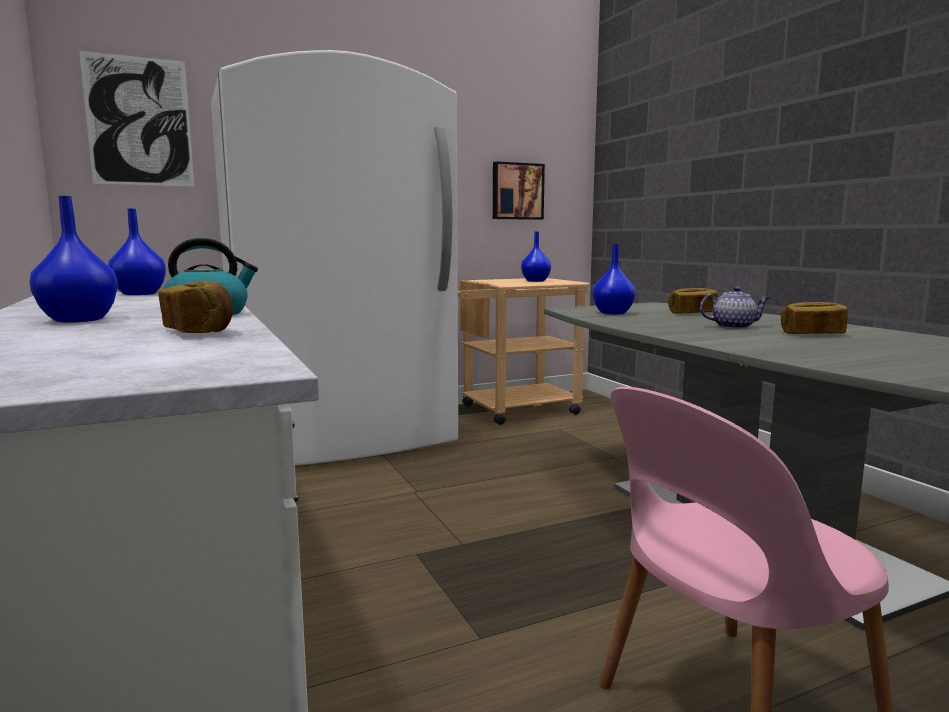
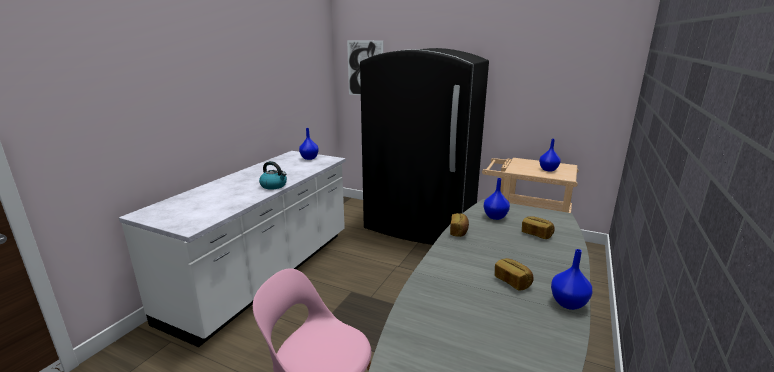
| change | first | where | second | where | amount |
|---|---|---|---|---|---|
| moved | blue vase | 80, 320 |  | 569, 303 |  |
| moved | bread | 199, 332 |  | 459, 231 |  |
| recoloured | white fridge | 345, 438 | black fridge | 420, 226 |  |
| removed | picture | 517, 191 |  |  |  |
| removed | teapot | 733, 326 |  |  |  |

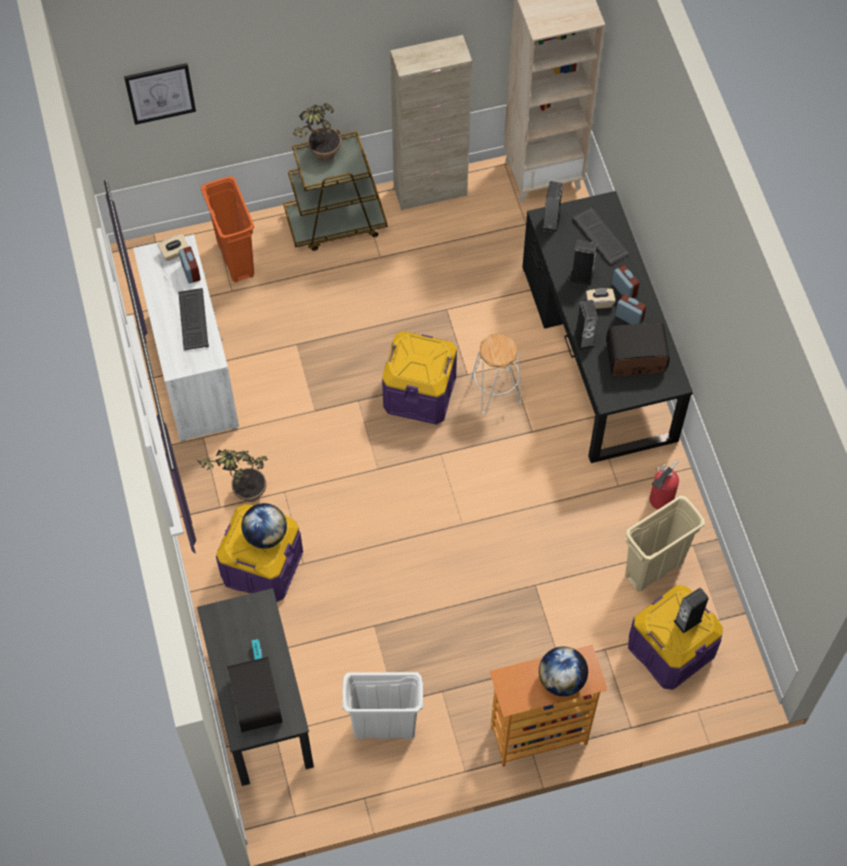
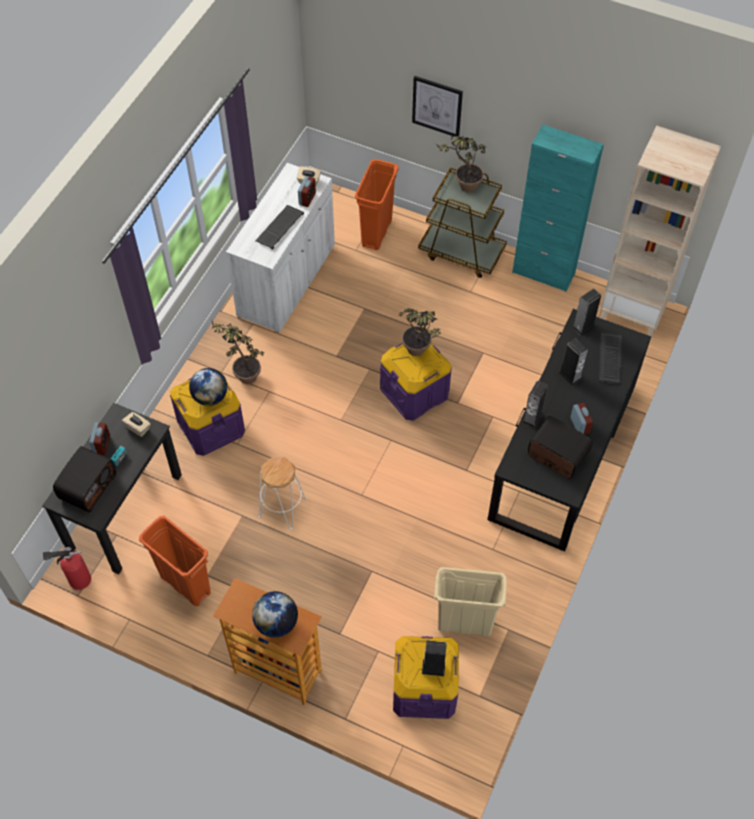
| change | first | where | second | where | amount |
|---|---|---|---|---|---|
| moved | picture | 160, 93 |  | 437, 106 |  |
| recoloured | white trash can | 384, 727 | orange trash can | 185, 584 |  |
| recoloured | beige cabinet | 430, 191 | turquoise cabinet | 543, 273 |  |
| moved | white stool | 495, 391 |  | 283, 508 |  |
| moved | beige tissue box | 599, 302 |  | 138, 428 |  |
| moved | alarm clock | 624, 290 |  | 102, 445 |  |
| moved | fire extinguisher | 659, 501 |  | 77, 580 |  |
| added |  |  | potted plant | 419, 354 |  |

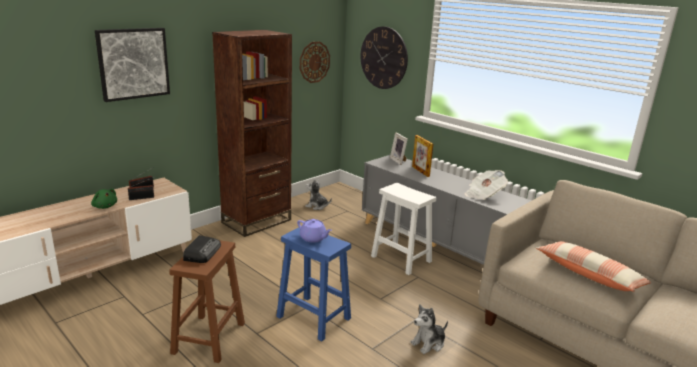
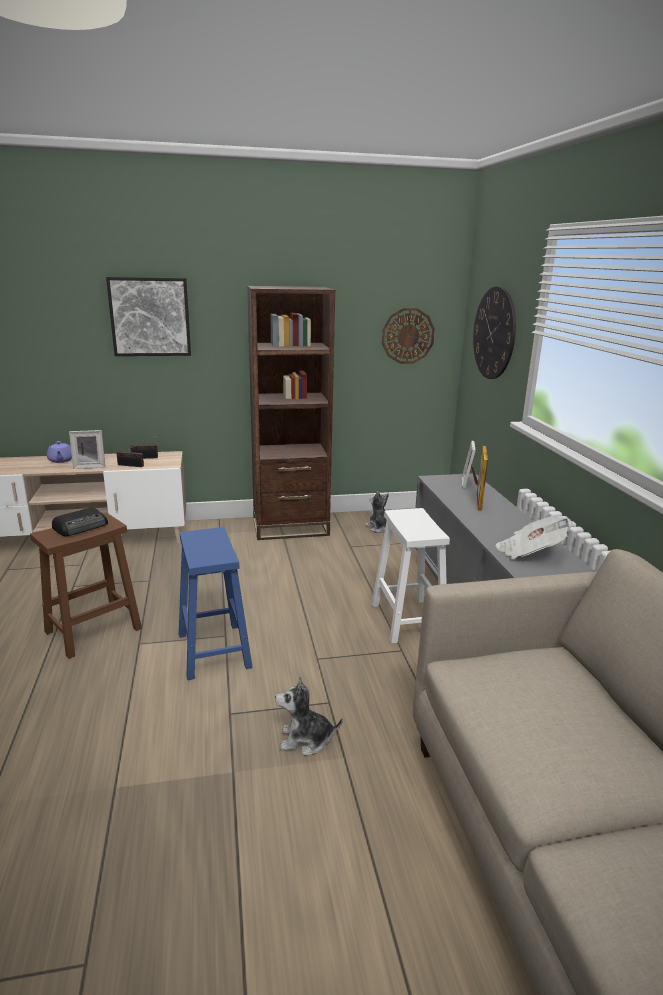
| change | first | where | second | where | amount |
|---|---|---|---|---|---|
| replaced | green plush toy | 105, 206 | picture frame | 90, 466 |  |
| moved | purple teapot | 313, 238 |  | 61, 460 |  |
| removed | pillow | 589, 275 |  |  |  |

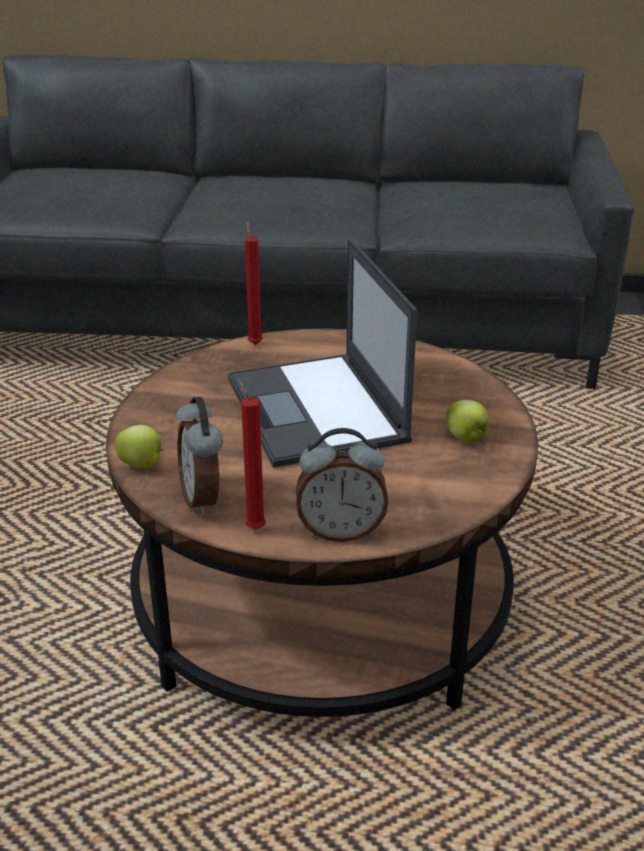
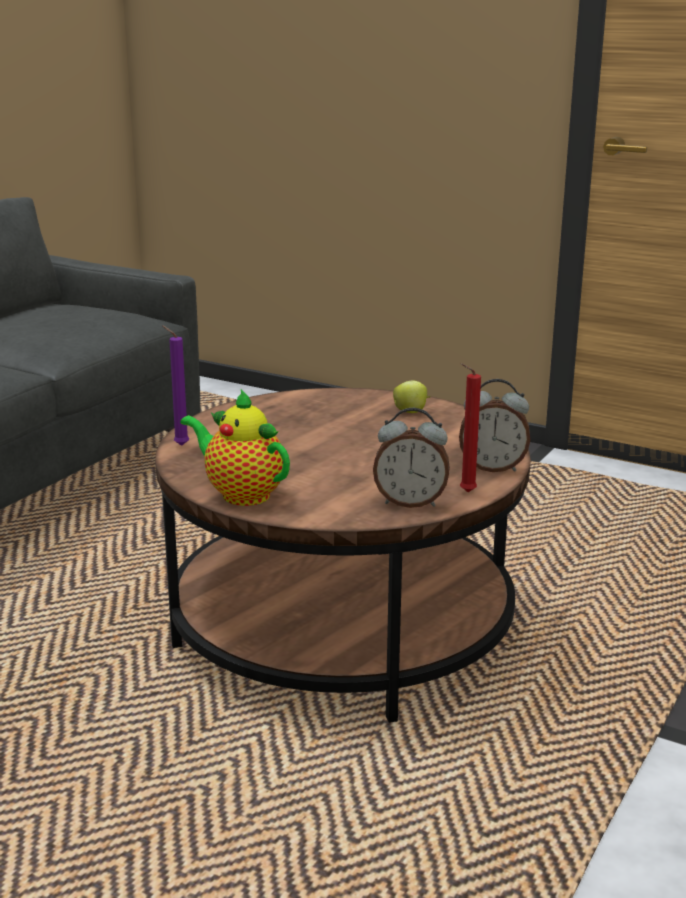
| change | first | where | second | where | amount |
|---|---|---|---|---|---|
| removed | apple | 142, 464 |  |  |  |
| removed | laptop | 317, 411 |  |  |  |
| recoloured | red candle | 255, 343 | purple candle | 179, 445 |  |
| turned | alarm clock | 341, 531 |  | 492, 468 | 75 degrees clockwise |
| added |  |  | teapot | 241, 494 |  |

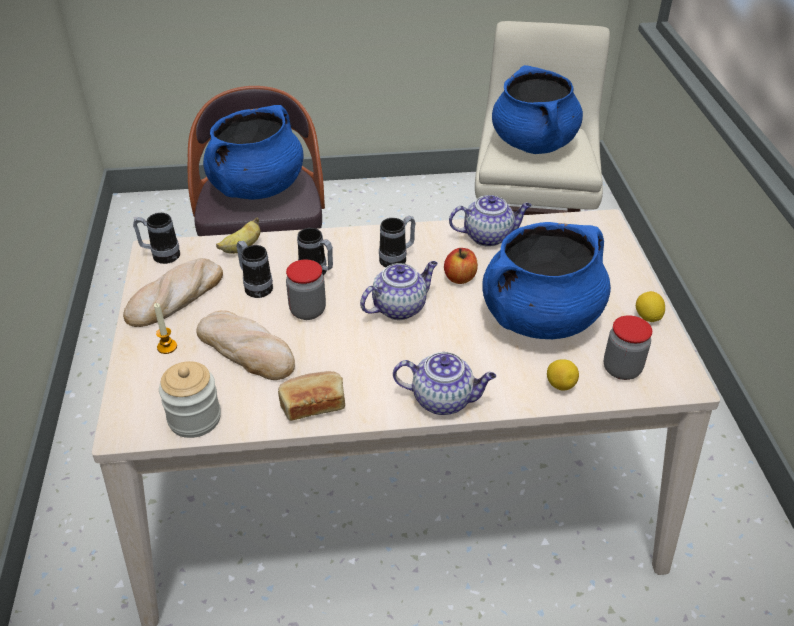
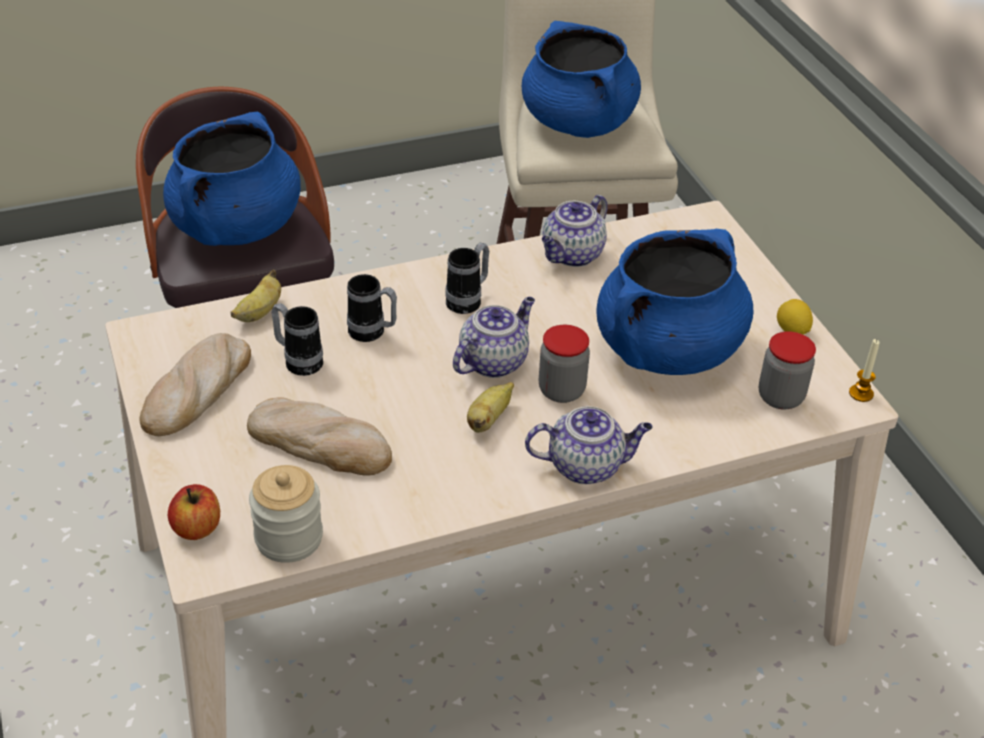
| change | first | where | second | where | amount |
|---|---|---|---|---|---|
| removed | mug | 161, 256 |  |  |  |
| moved | candle | 167, 347 |  | 861, 393 |  |
| removed | bread | 313, 404 |  |  |  |
| moved | jar | 307, 311 |  | 561, 390 |  |
| moved | apple | 460, 278 |  | 197, 528 |  |
| turned | teapot | 488, 236 |  | 572, 255 | 150 degrees clockwise |
| removed | lemon | 560, 385 |  |  |  |
| added |  |  | banana | 489, 419 |  |

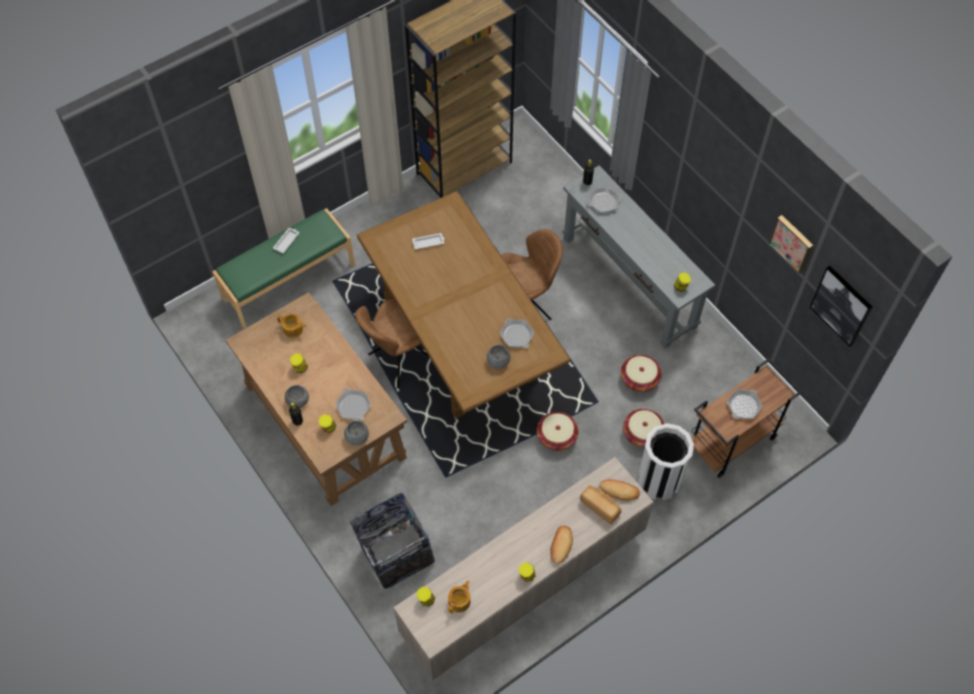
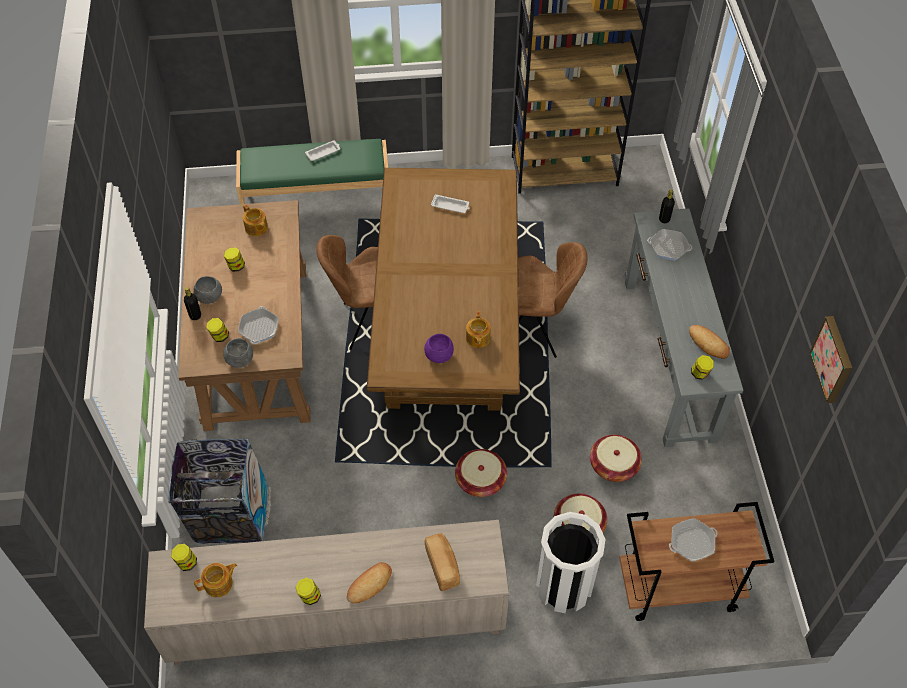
| change | first | where | second | where | amount |
|---|---|---|---|---|---|
| recoloured | grey bowl | 498, 361 | purple bowl | 439, 356 |  |
| replaced | frying pan | 516, 335 | teapot | 477, 338 |  |
| moved | bread | 619, 491 |  | 708, 343 |  |
| removed | picture | 841, 305 |  |  |  |

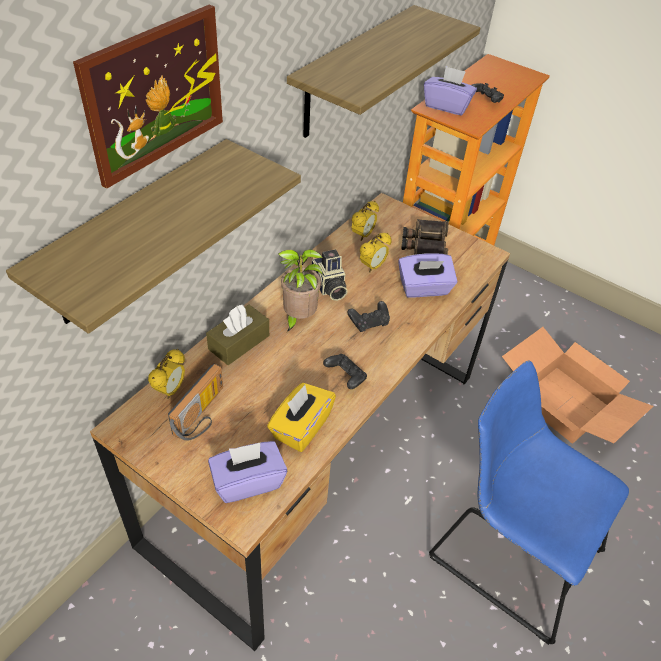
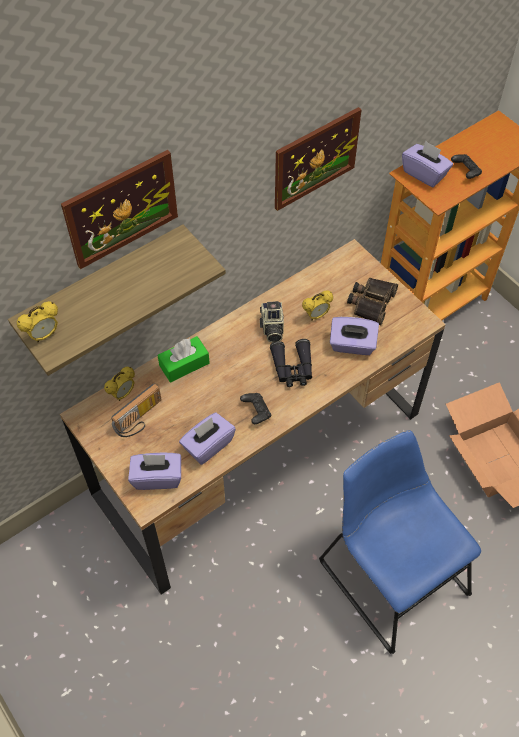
| change | first | where | second | where | amount |
|---|---|---|---|---|---|
| recoloured | brown tissue box | 239, 342 | green tissue box | 184, 364 |  |
| recoloured | yellow tissue box | 300, 427 | purple tissue box | 208, 445 |  |
| removed | potted plant | 298, 318 |  |  |  |
| replaced | shelf | 353, 72 | picture | 315, 158 |  |
| replaced | black game controller | 369, 323 | black binoculars | 292, 368 |  |
| moved | alarm clock | 363, 235 |  | 44, 335 |  |

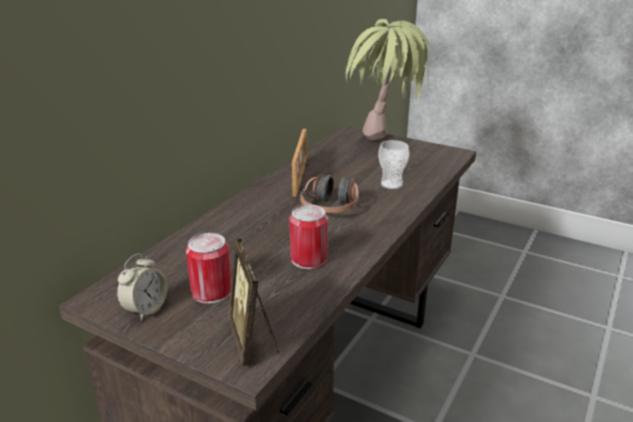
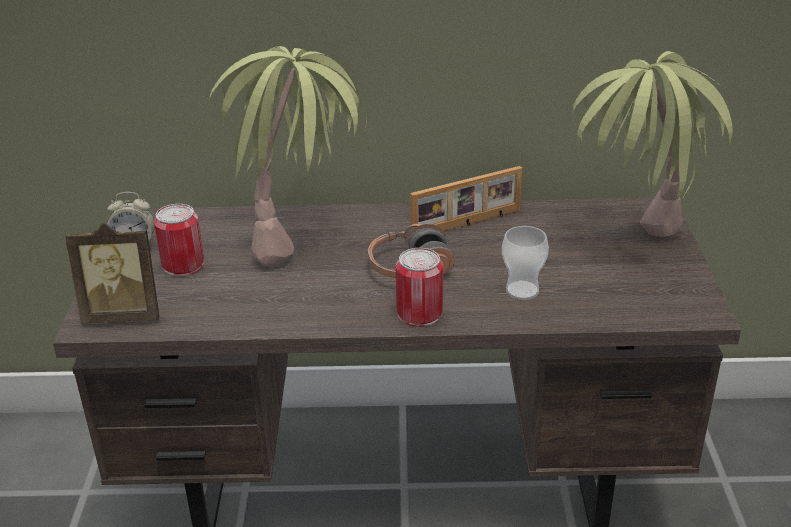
| change | first | where | second | where | amount |
|---|---|---|---|---|---|
| turned | picture frame | 254, 340 |  | 124, 314 | 135 degrees counterclockwise |
| moved | can | 309, 259 |  | 419, 313 |  |
| added |  |  | potted plant | 301, 239 |  |

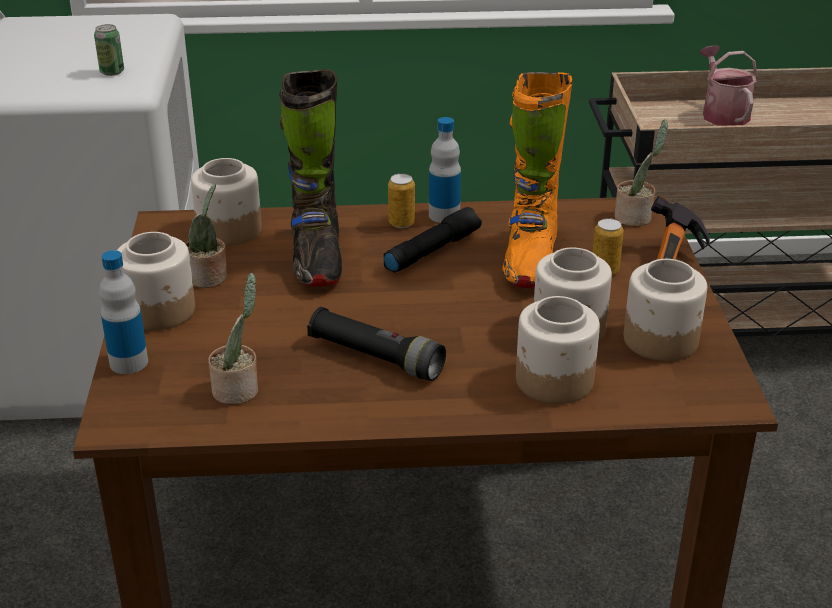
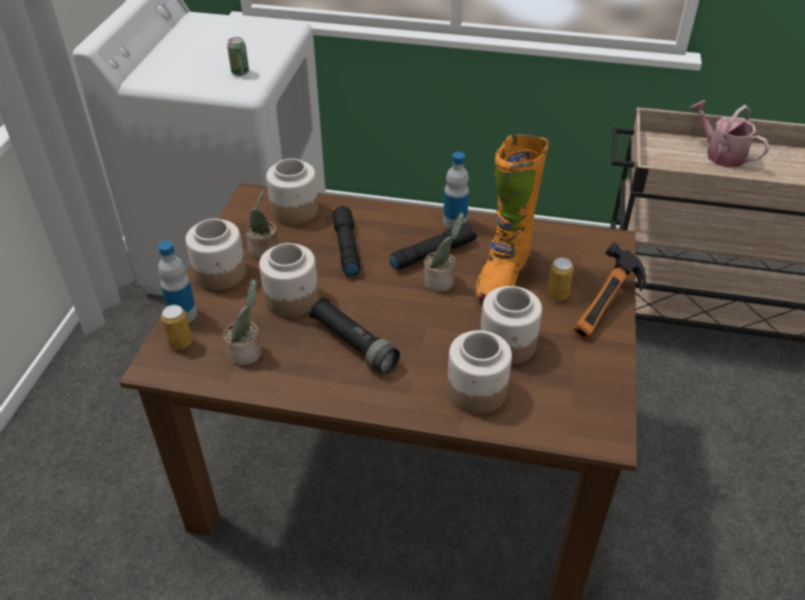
| change | first | where | second | where | amount |
|---|---|---|---|---|---|
| replaced | black boot | 316, 259 | black flashlight | 346, 247 |  |
| moved | can | 401, 223 |  | 180, 343 |  |
| moved | potted plant | 635, 217 |  | 441, 281 |  |
| moved | jar | 661, 340 |  | 292, 299 |  |
| turned | watering can | 722, 113 |  | 720, 154 | 45 degrees counterclockwise |

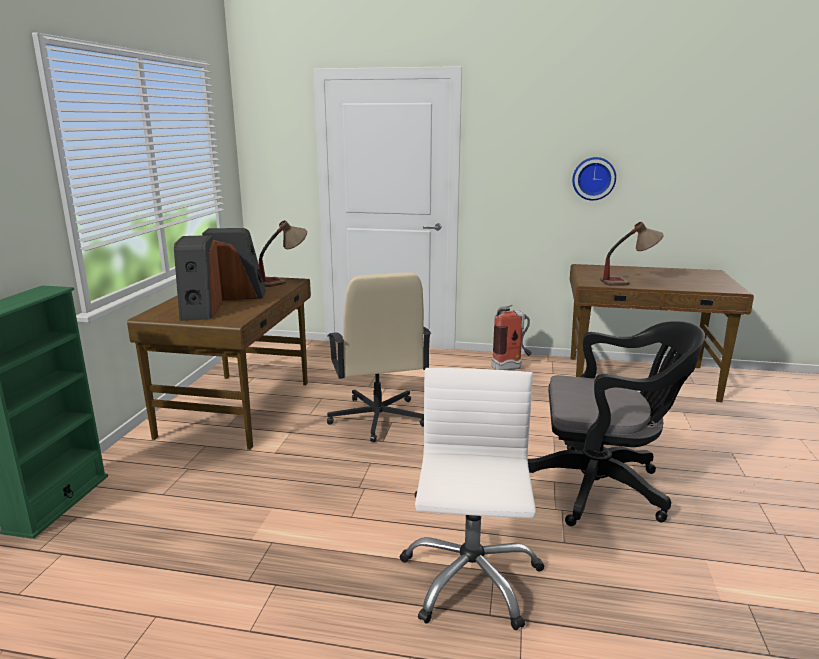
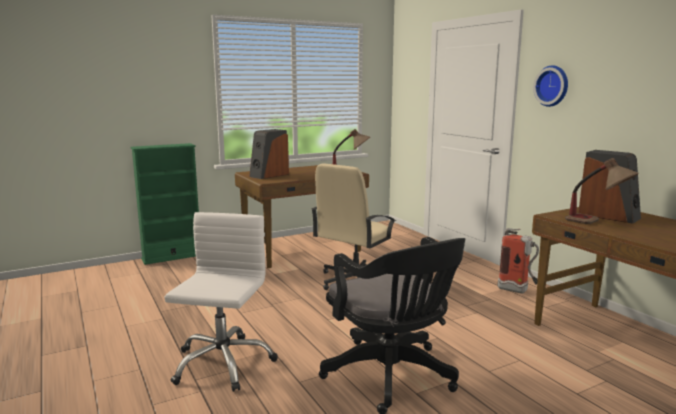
| change | first | where | second | where | amount |
|---|---|---|---|---|---|
| moved | speaker | 237, 295 |  | 608, 216 |  |
| turned | white office chair | 470, 578 |  | 222, 363 | 45 degrees counterclockwise |
| moved | wall clock | 593, 178 |  | 553, 86 |  |

